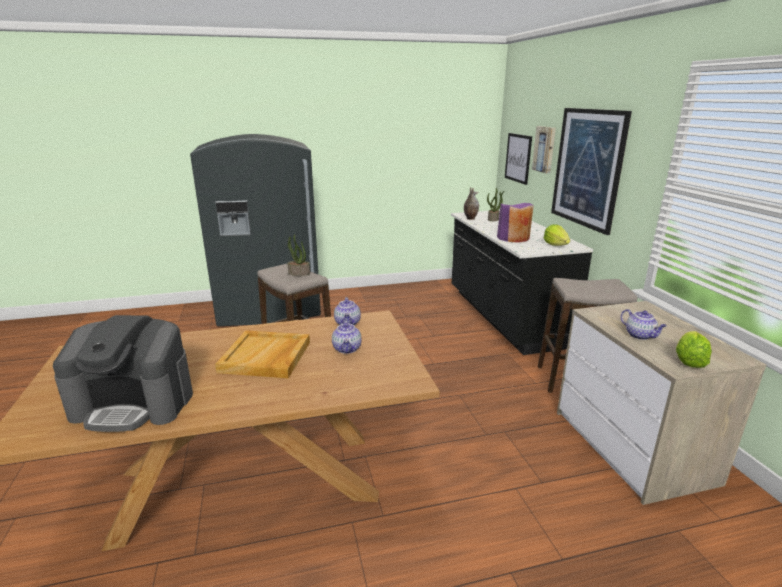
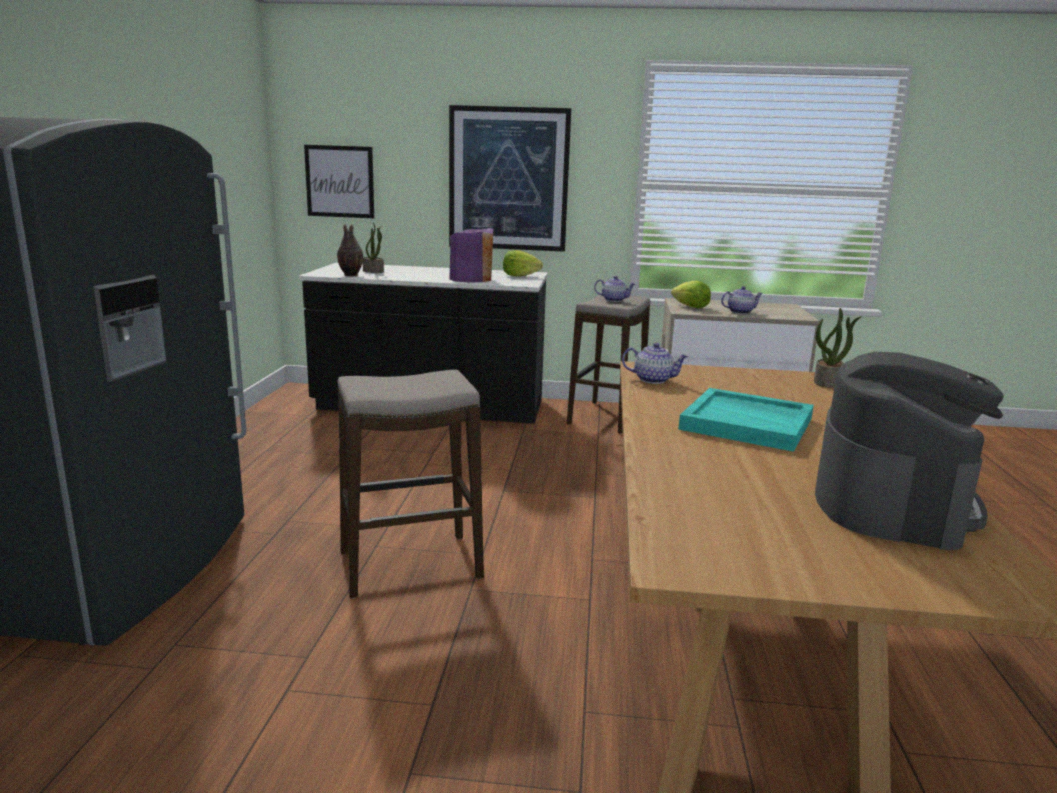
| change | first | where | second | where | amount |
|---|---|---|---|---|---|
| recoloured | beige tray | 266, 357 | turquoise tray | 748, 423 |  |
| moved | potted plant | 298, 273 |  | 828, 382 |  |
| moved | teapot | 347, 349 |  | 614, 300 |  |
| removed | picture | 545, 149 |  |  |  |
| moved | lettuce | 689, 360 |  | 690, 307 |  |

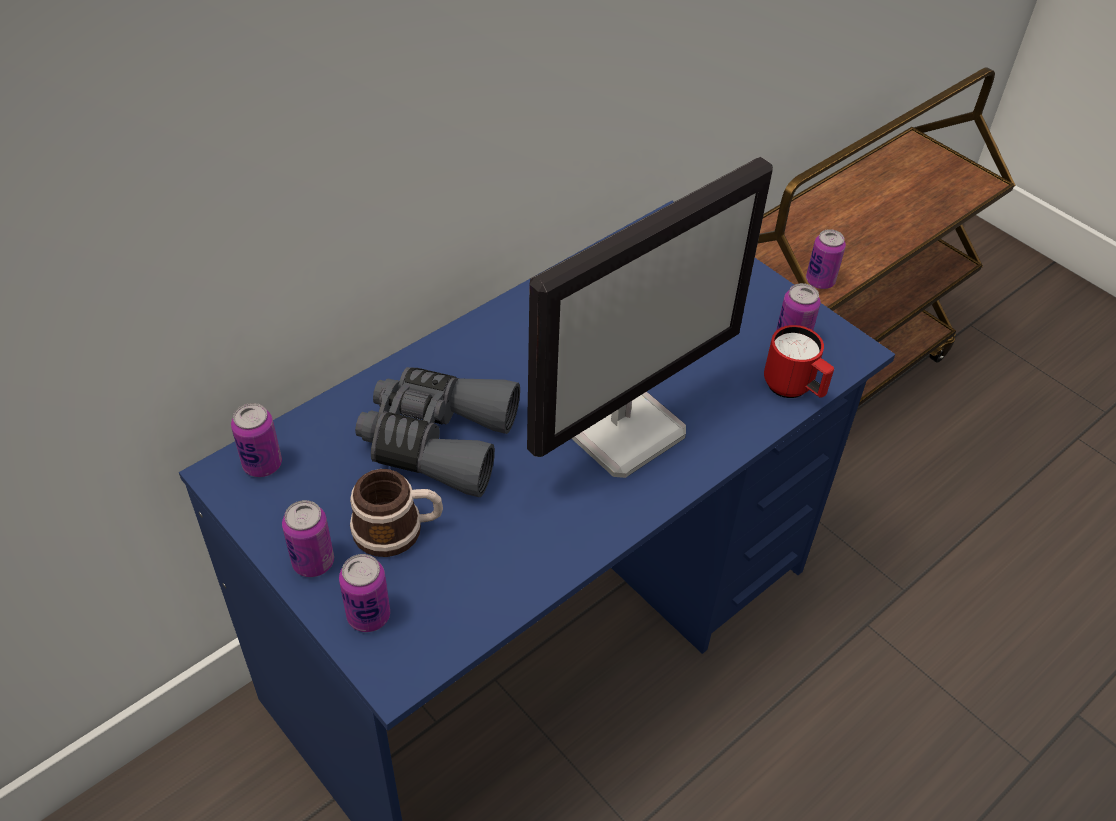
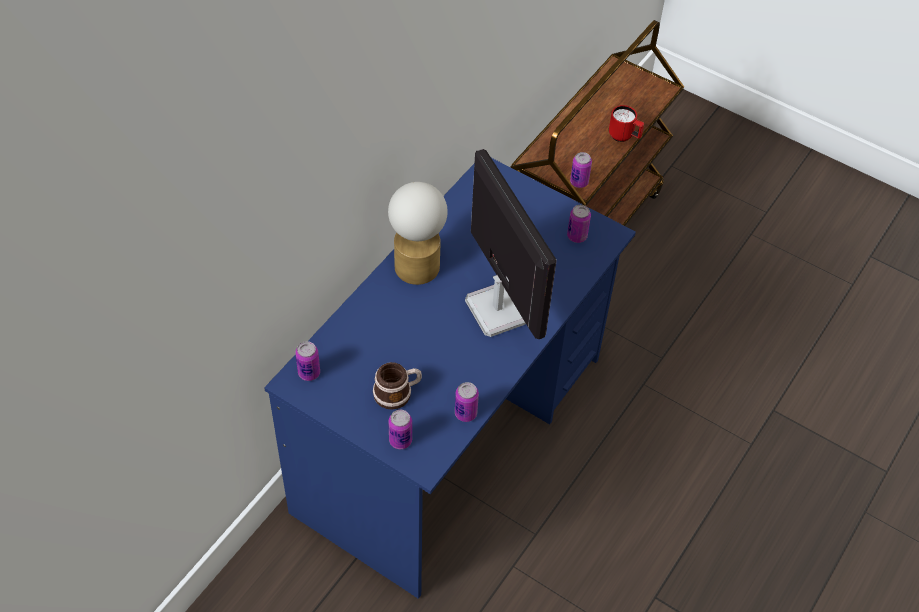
| change | first | where | second | where | amount |
|---|---|---|---|---|---|
| moved | can | 313, 562 |  | 465, 413 |  |
| removed | grey binoculars | 437, 440 |  |  |  |
| turned | monitor | 623, 427 |  | 498, 308 | 60 degrees counterclockwise |
| moved | red mug | 793, 389 |  | 624, 137 |  |
| added |  |  | table lamp | 418, 261 |  |

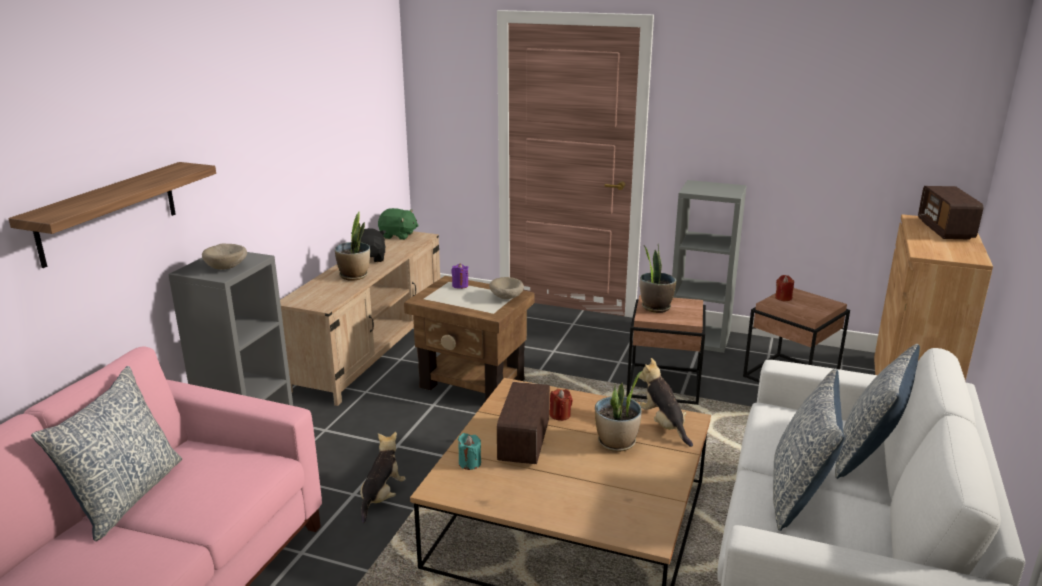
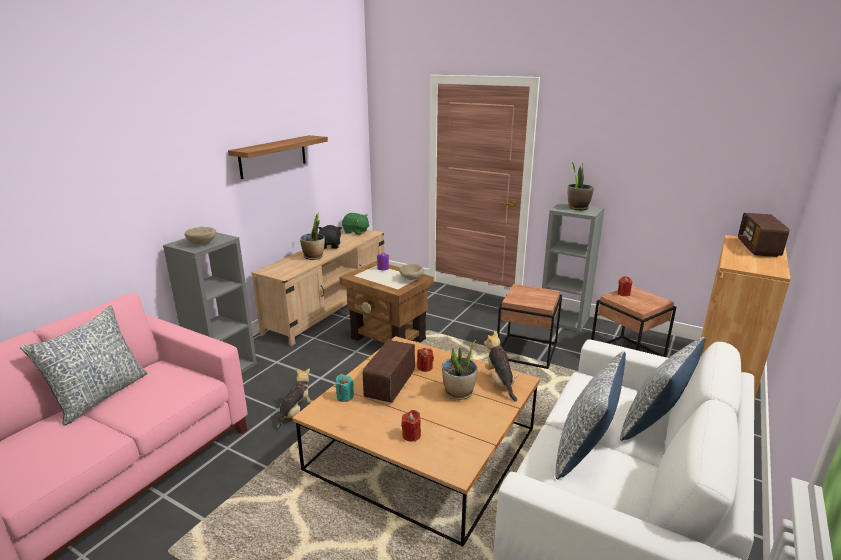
| change | first | where | second | where | amount |
|---|---|---|---|---|---|
| moved | shelf | 108, 213 |  | 273, 156 |  |
| moved | potted plant | 655, 307 |  | 577, 208 |  |
| added |  |  | red candle | 411, 435 |  |

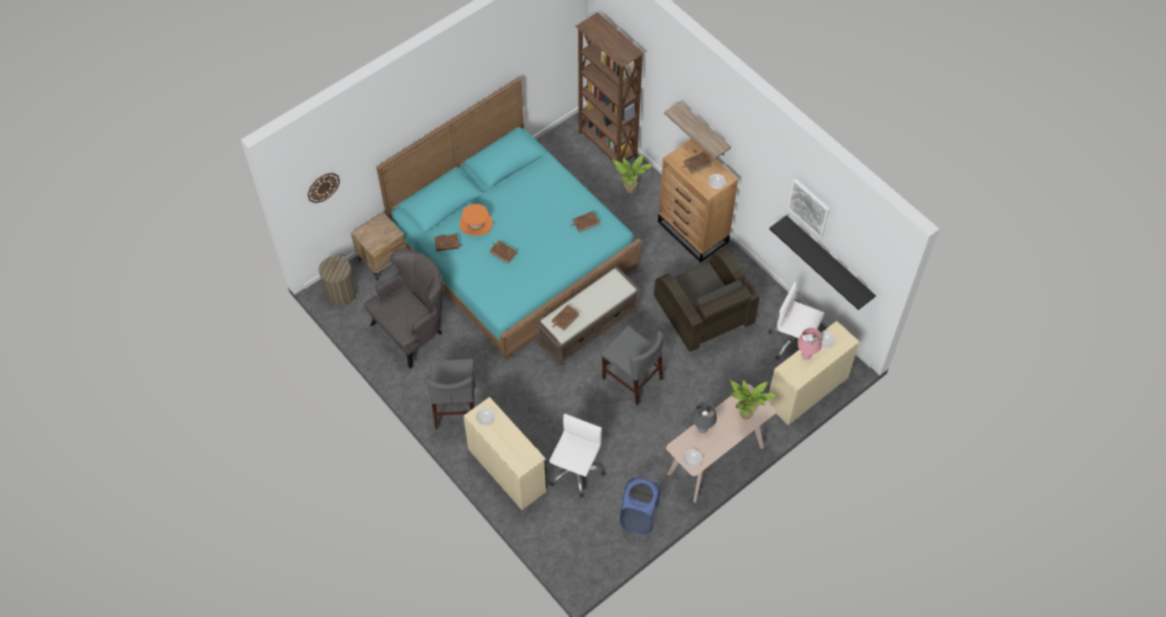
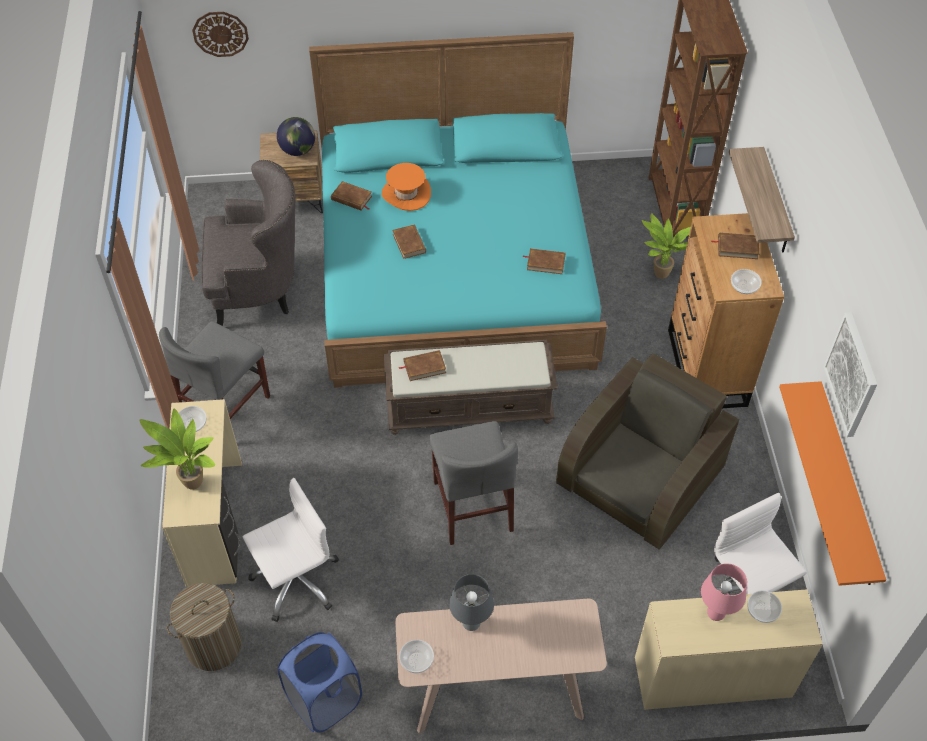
| change | first | where | second | where | amount |
|---|---|---|---|---|---|
| moved | laundry basket | 341, 293 |  | 213, 645 |  |
| turned | brown armchair | 703, 312 |  | 641, 477 | 150 degrees counterclockwise |
| moved | potted plant | 745, 417 |  | 191, 485 |  |
| recoloured | black shelf | 828, 260 | orange shelf | 847, 485 |  |
| added |  |  | globe | 298, 150 |  |

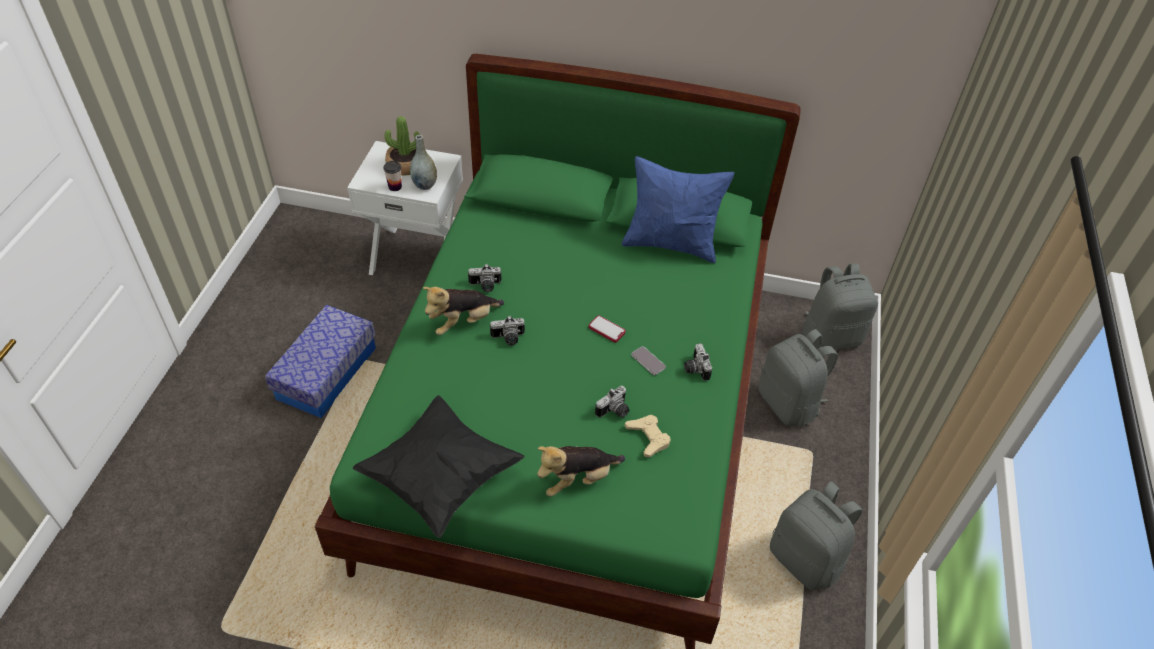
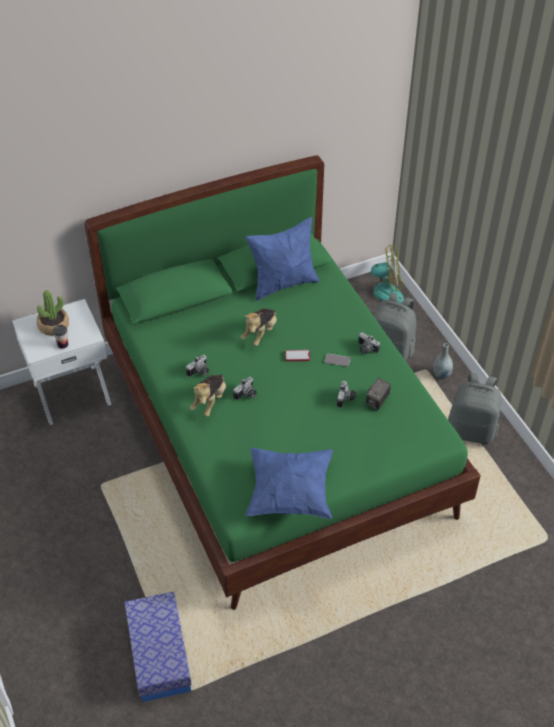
| change | first | where | second | where | amount |
|---|---|---|---|---|---|
| moved | storage box | 327, 373 |  | 159, 654 |  |
| recoloured | black pillow | 441, 478 | blue pillow | 290, 493 |  |
| moved | grey vase | 425, 185 |  | 441, 375 |  |
| moved | plush toy | 577, 479 |  | 260, 333 |  |
| replaced | beige game controller | 648, 437 | photo camera | 377, 402 |  |
| replaced | grey backpack | 831, 336 | fan | 380, 294 |  |

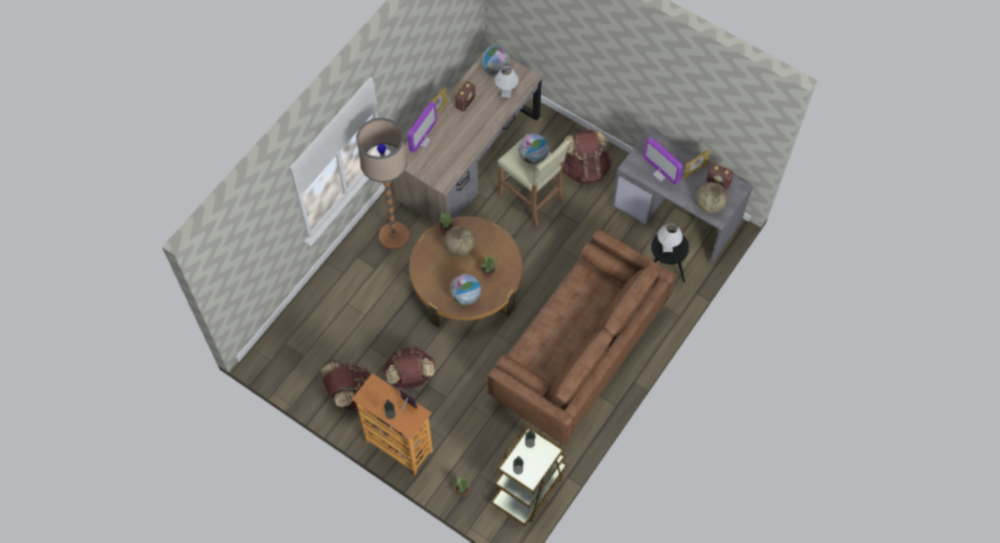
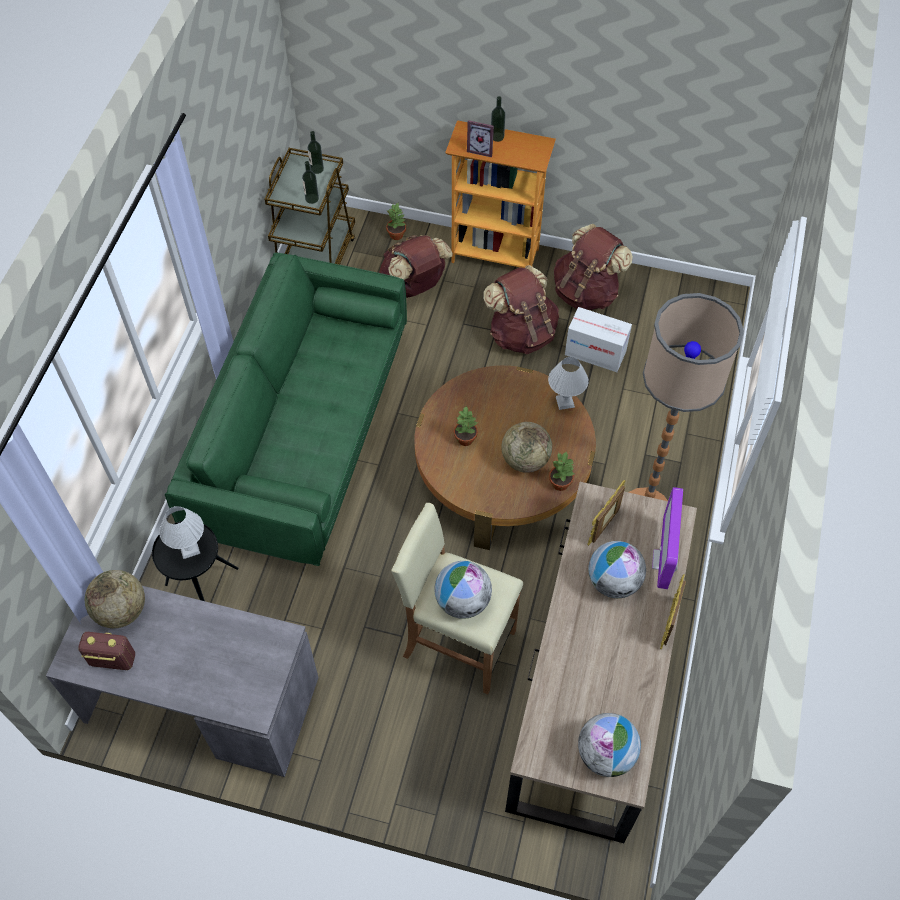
| change | first | where | second | where | amount |
|---|---|---|---|---|---|
| moved | globe | 465, 296 |  | 613, 581 |  |
| removed | radio | 465, 102 |  |  |  |
| recoloured | brown sofa | 579, 350 | green sofa | 302, 435 |  |
| moved | white table lamp | 506, 93 |  | 564, 402 |  |
| moved | brown backpack | 585, 169 |  | 414, 286 |  |
| removed | monitor | 661, 174 |  |  |  |
| moved | picture frame | 694, 171 |  | 604, 526 |  |
| added |  |  | cardboard box | 595, 353 |  |

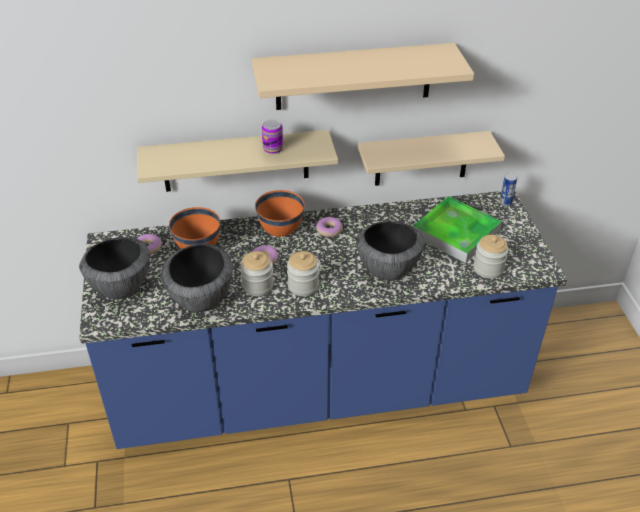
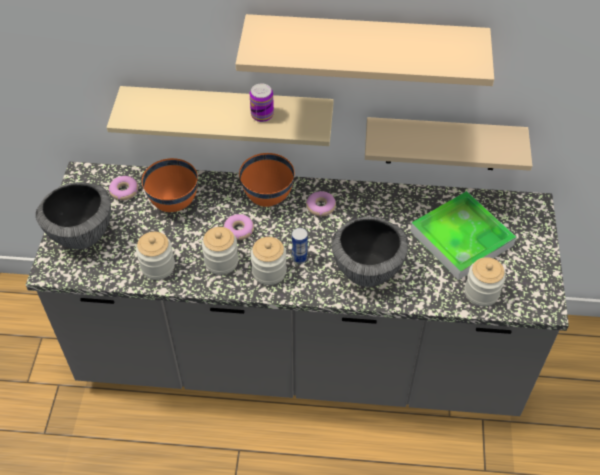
| change | first | where | second | where | amount |
|---|---|---|---|---|---|
| recoloured | blue counter | 319, 389 | grey counter | 300, 356 |  |
| replaced | bowl | 201, 300 | jar | 158, 266 |  |
| moved | can | 505, 202 |  | 299, 258 |  |

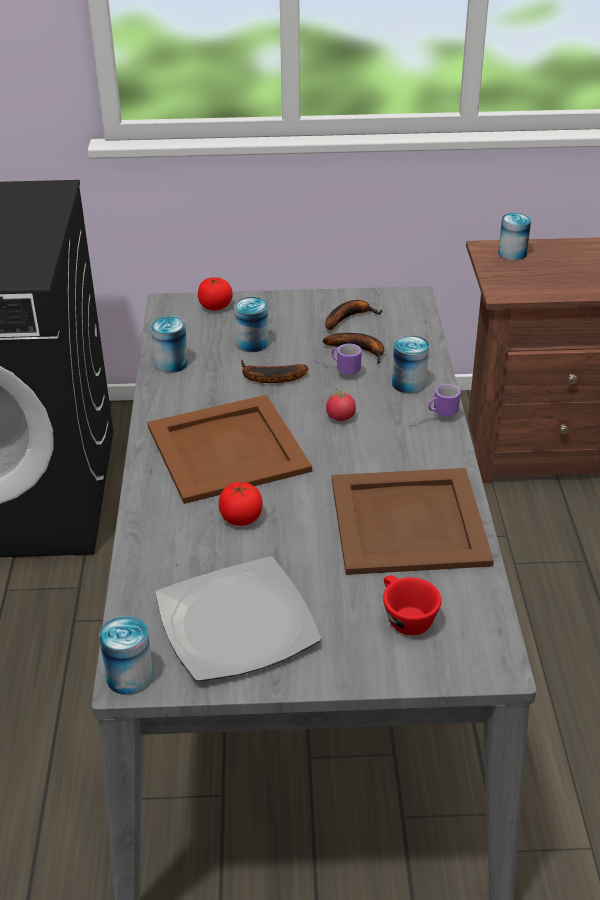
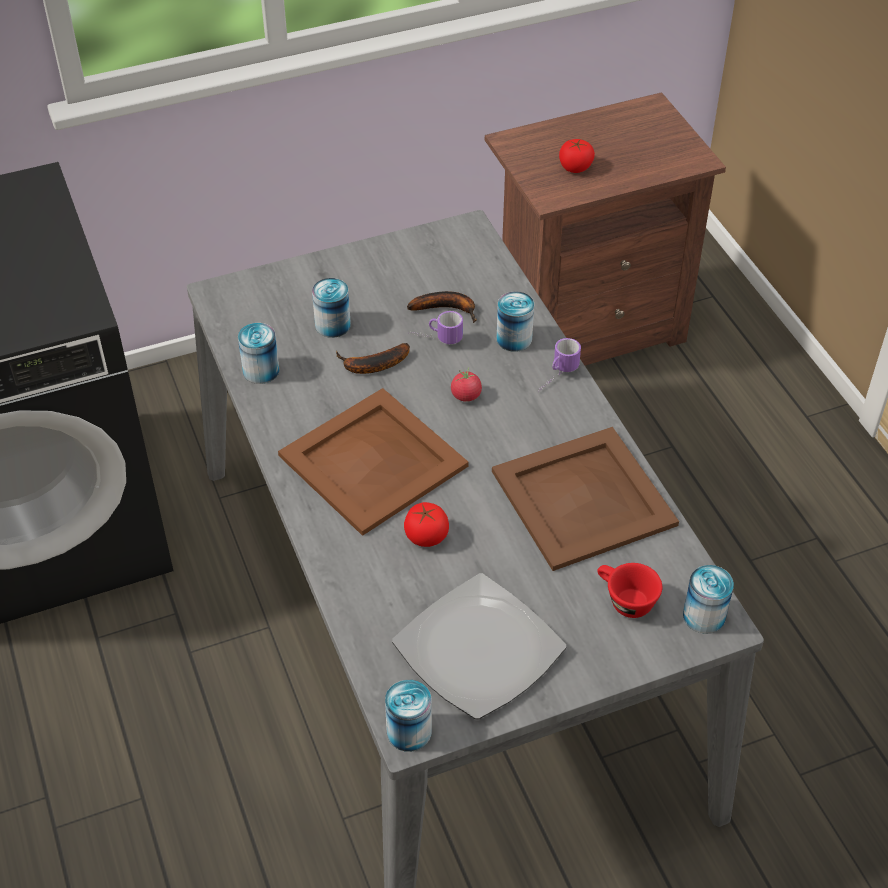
| change | first | where | second | where | amount |
|---|---|---|---|---|---|
| moved | tomato | 215, 306 |  | 575, 167 |  |
| removed | banana | 348, 318 |  |  |  |
| moved | can | 512, 253 |  | 704, 616 |  |

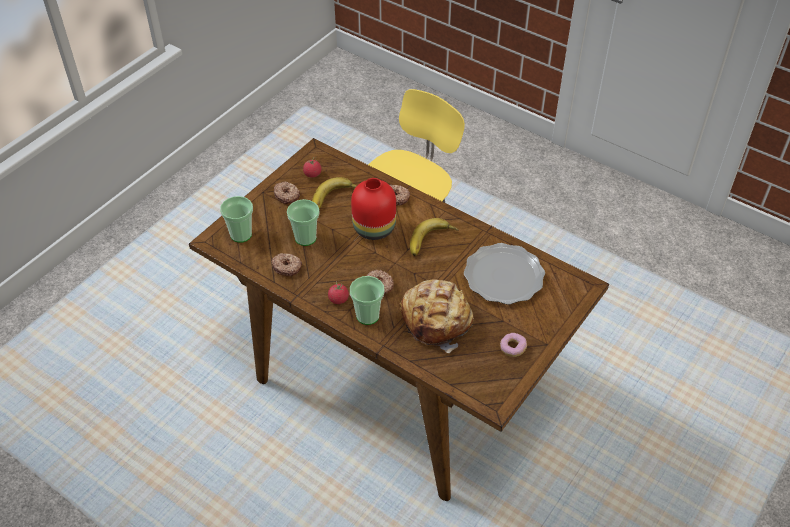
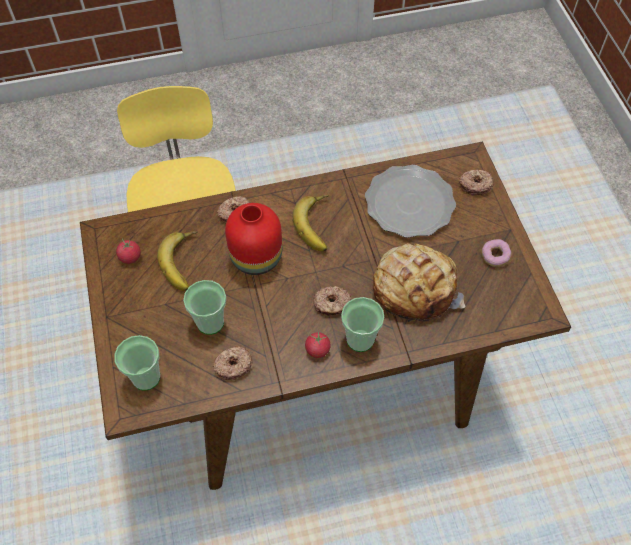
| change | first | where | second | where | amount |
|---|---|---|---|---|---|
| moved | donut | 287, 195 |  | 475, 185 |  |

